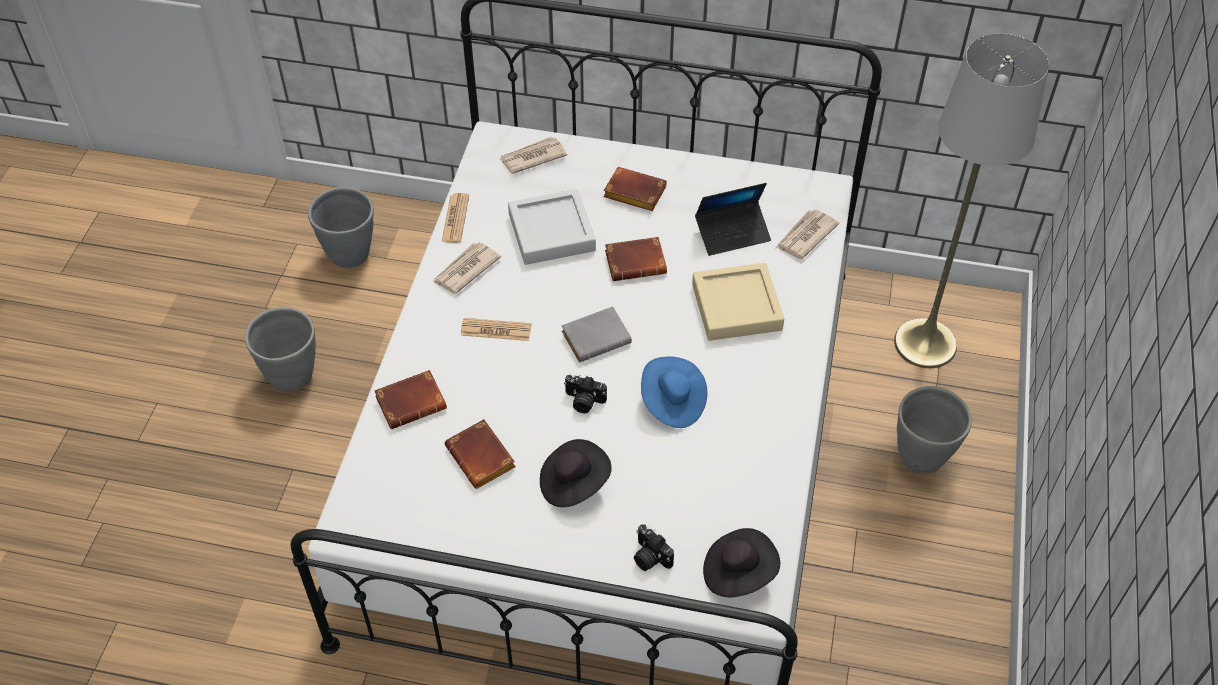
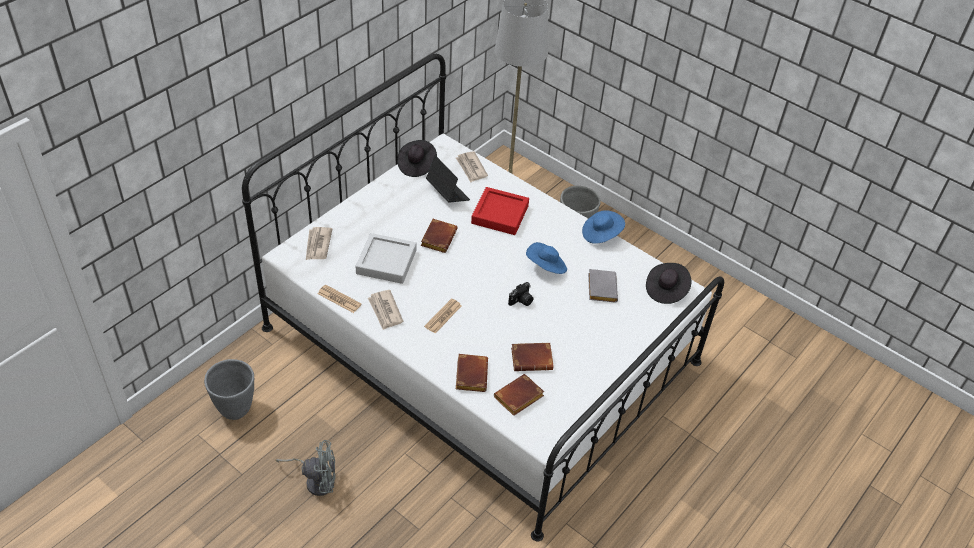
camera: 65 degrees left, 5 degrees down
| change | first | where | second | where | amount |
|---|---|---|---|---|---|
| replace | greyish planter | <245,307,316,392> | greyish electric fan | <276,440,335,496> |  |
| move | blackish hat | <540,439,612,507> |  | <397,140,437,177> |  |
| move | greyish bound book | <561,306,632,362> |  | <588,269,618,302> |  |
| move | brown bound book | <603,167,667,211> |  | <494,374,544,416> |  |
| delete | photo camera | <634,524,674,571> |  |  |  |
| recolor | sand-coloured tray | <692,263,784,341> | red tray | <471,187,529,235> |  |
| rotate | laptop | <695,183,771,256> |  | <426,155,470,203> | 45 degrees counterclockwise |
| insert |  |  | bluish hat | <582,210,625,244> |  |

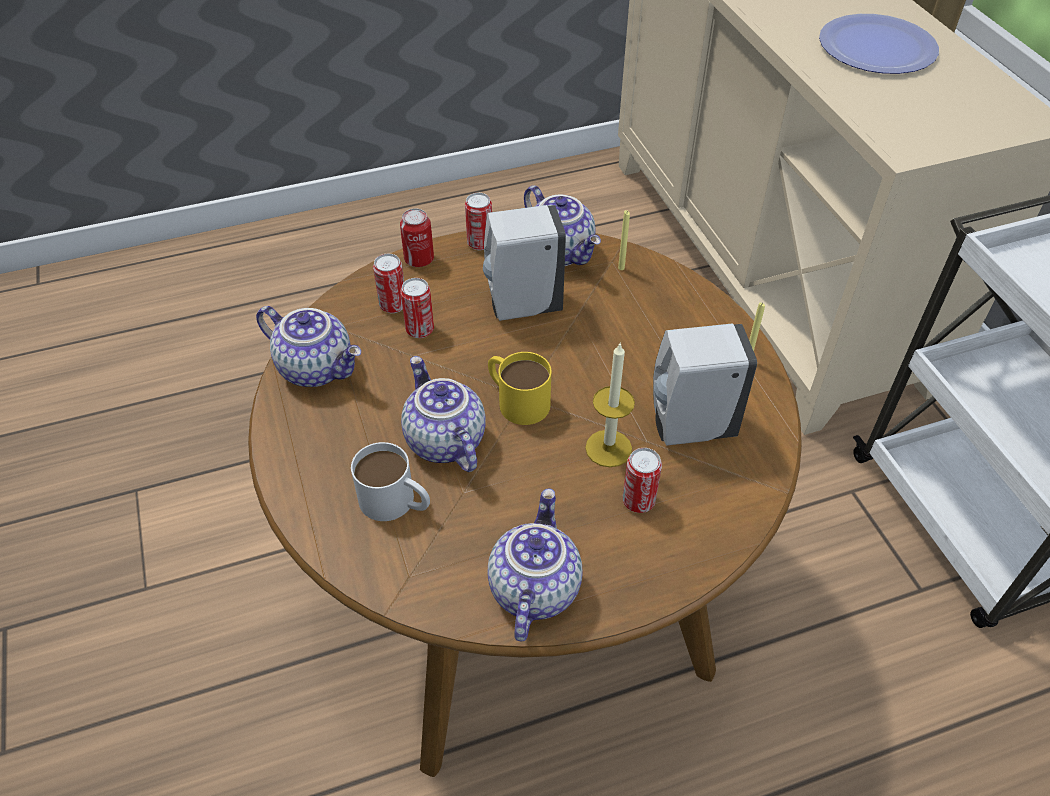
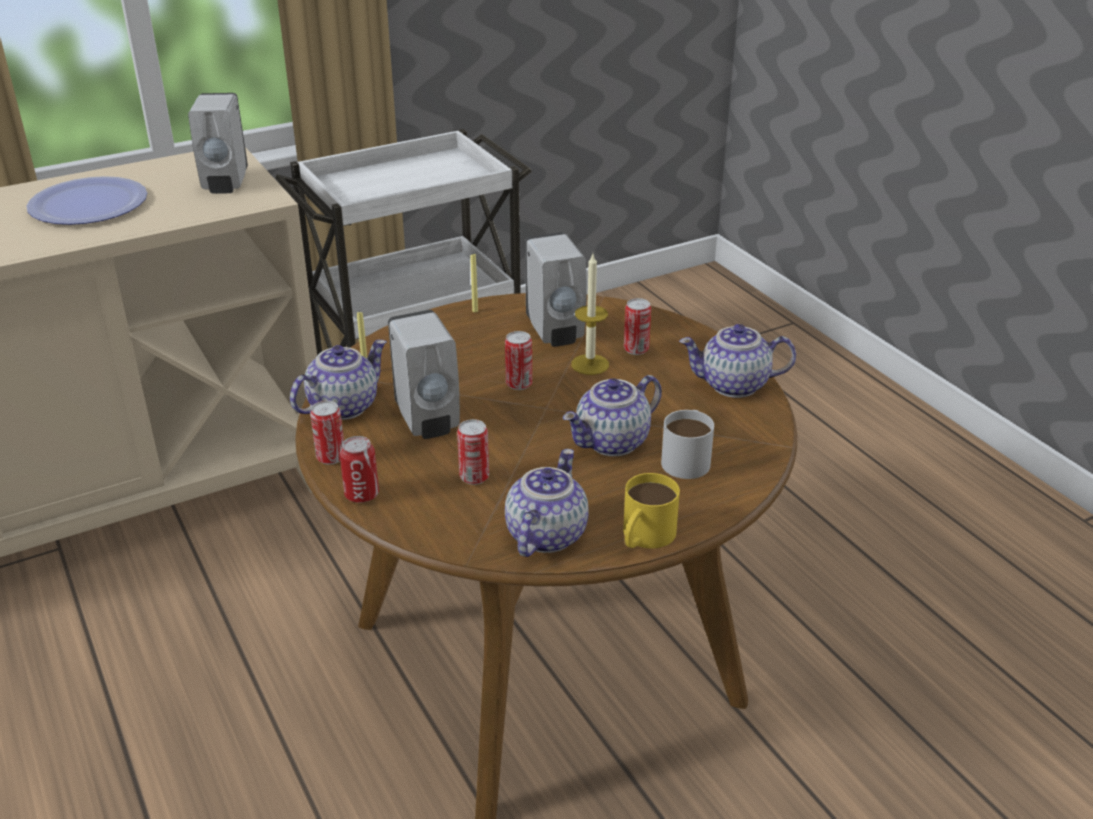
camera: 100 degrees left, 15 degrees down
| change | first | where | second | where | amount |
|---|---|---|---|---|---|
| move | metal can | <373,254,404,313> |  | <505,331,532,390> |  |
| move | yellow-coloured tea mug | <488,352,551,425> |  | <623,473,680,549> |  |
| insert |  |  | white soap bottle | <188,93,248,194> |  |

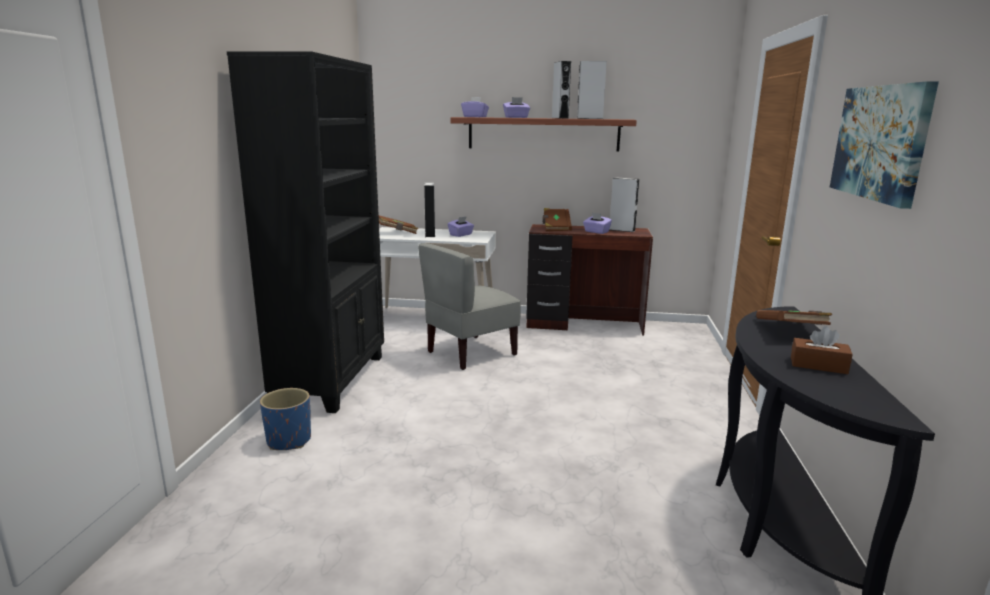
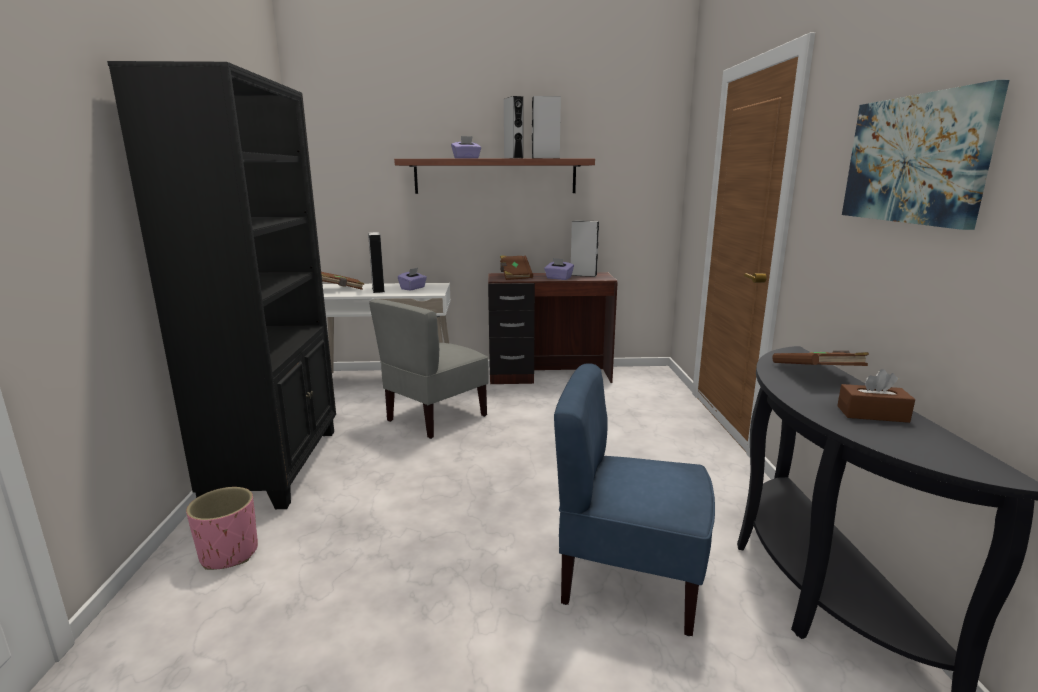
camera: 10 degrees left, 0 degrees up
| change | first | where | second | where | amount |
|---|---|---|---|---|---|
| recolor | bluish planter | <260,388,311,450> | pinkish planter | <186,487,258,570> |  |
| delete | purple-coloured tissue box | <461,97,489,117> |  |  |  |
| insert |  |  | bluish upright chair | <554,364,715,636> |  |

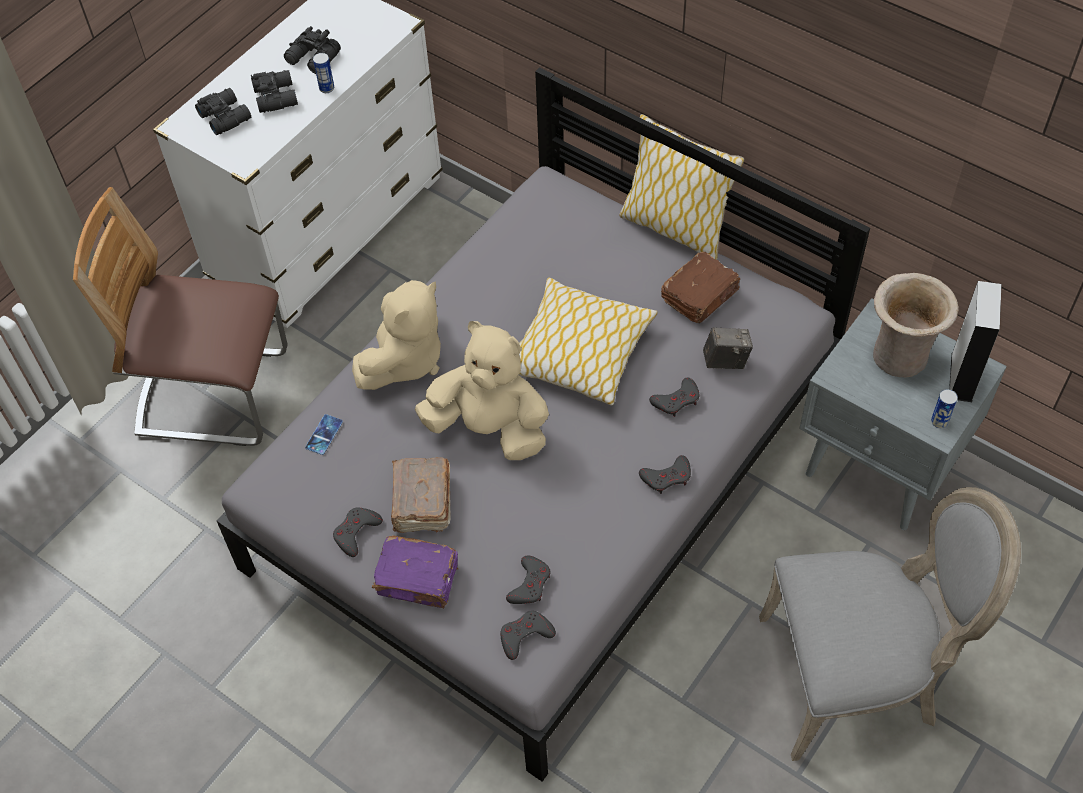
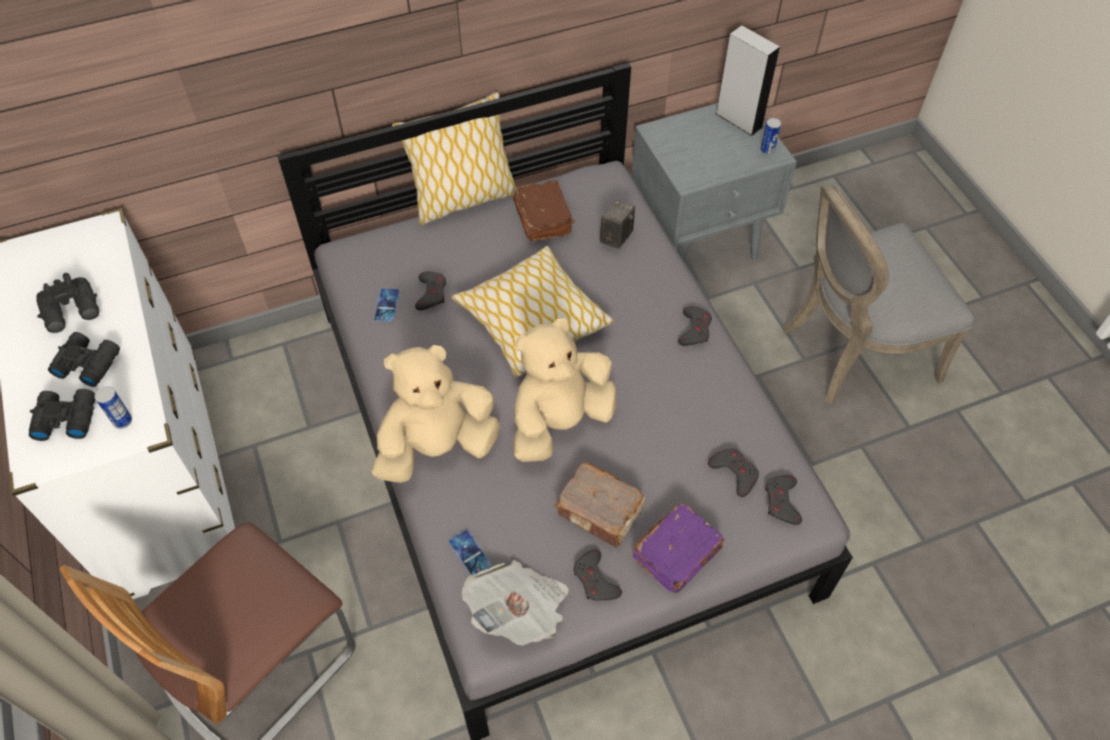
camera: 60 degrees left, 0 degrees up
| change | first | where | second | where | amount |
|---|---|---|---|---|---|
| move | metal can | <313,53,334,93> |  | <95,386,132,429> |  |
| rotate | sand-coloured soft toy | <352,280,441,390> |  | <371,345,500,483> | 90 degrees counterclockwise |
| move | greyish gamepad | <649,377,700,417> |  | <415,271,446,310> |  |
| rotate | greyish upright chair | <759,487,1021,761> |  | <783,185,975,405> | 135 degrees counterclockwise |
| delete | sand-coloured flower vase | <873,273,959,377> |  |  |  |
| insert |  |  | handset | <374,288,400,322> |  |
| insert |  |  | printed paper | <462,560,569,646> |  |

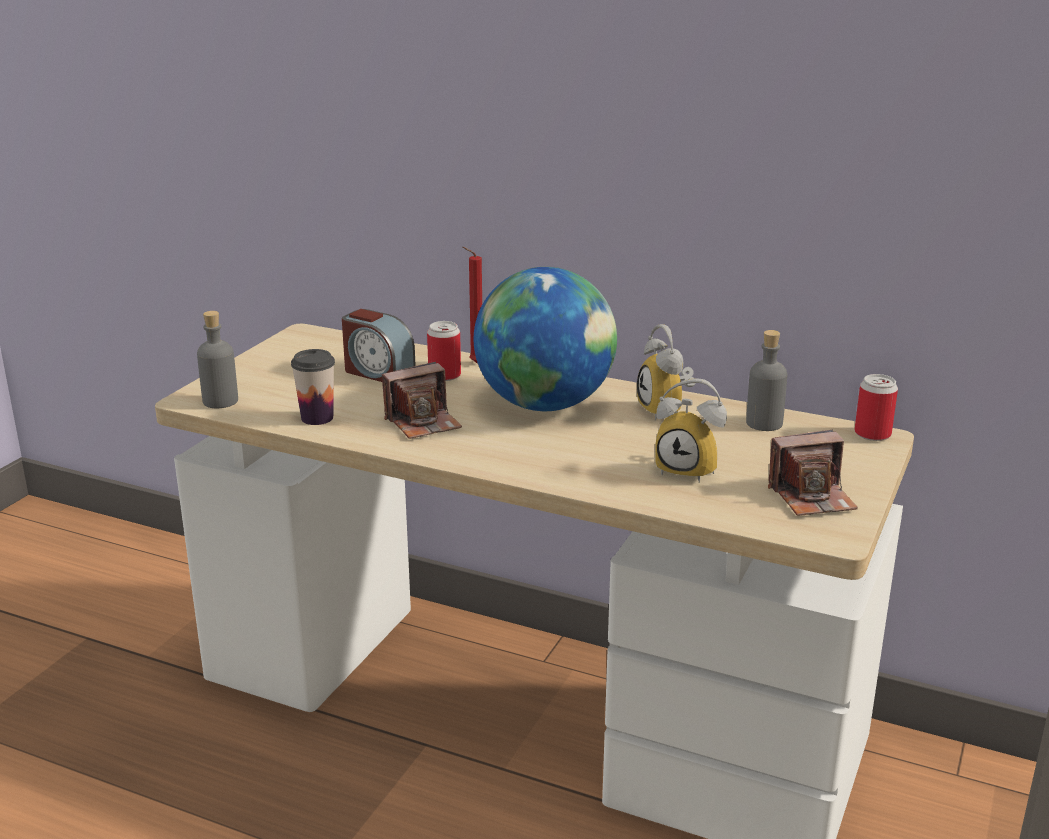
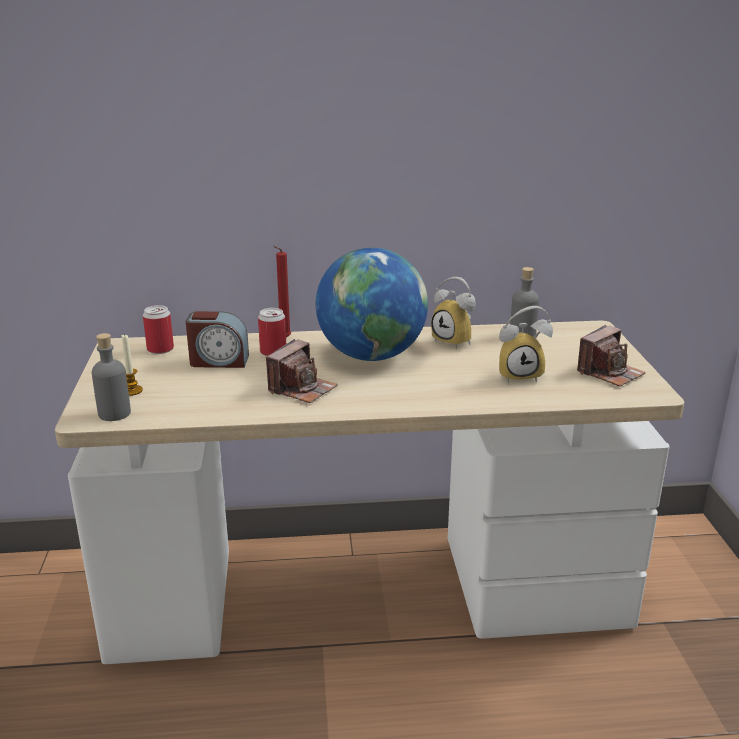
camera: 30 degrees left, 0 degrees up
| change | first | where | second | where | amount |
|---|---|---|---|---|---|
| delete | drinking cup | <291,349,335,425> |  |  |  |
| move | metal can | <854,374,898,441> |  | <143,305,174,354> |  |
| insert |  |  | wax candle | <122,334,143,396> |  |

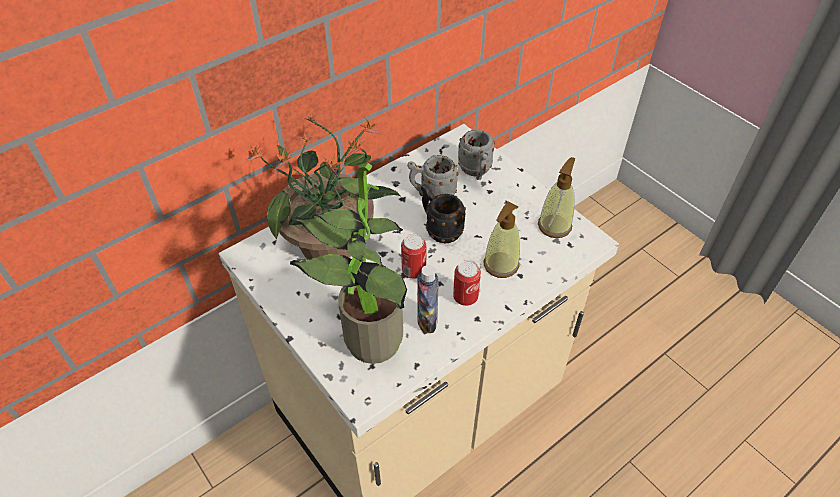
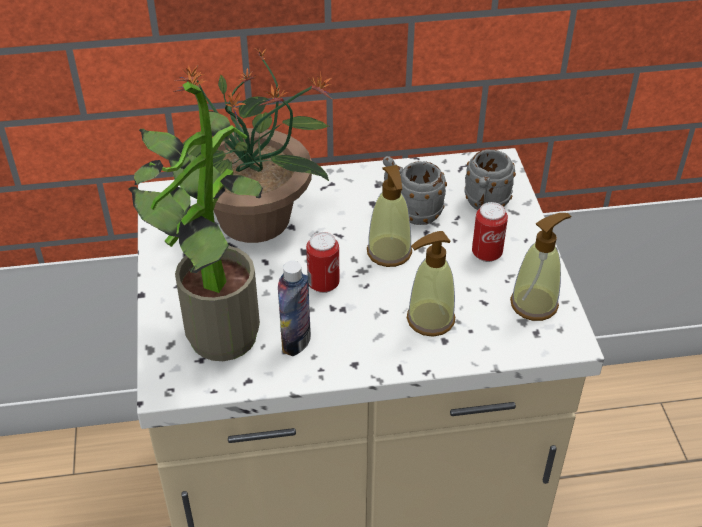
camera: 30 degrees right, 5 degrees down
| change | first | where | second | where | amount |
|---|---|---|---|---|---|
| replace | blackish tea mug | <421,184,466,244> | soap bottle | <367,165,412,267> |  |
| move | metal can | <453,260,481,306> |  | <472,202,508,262> |  |

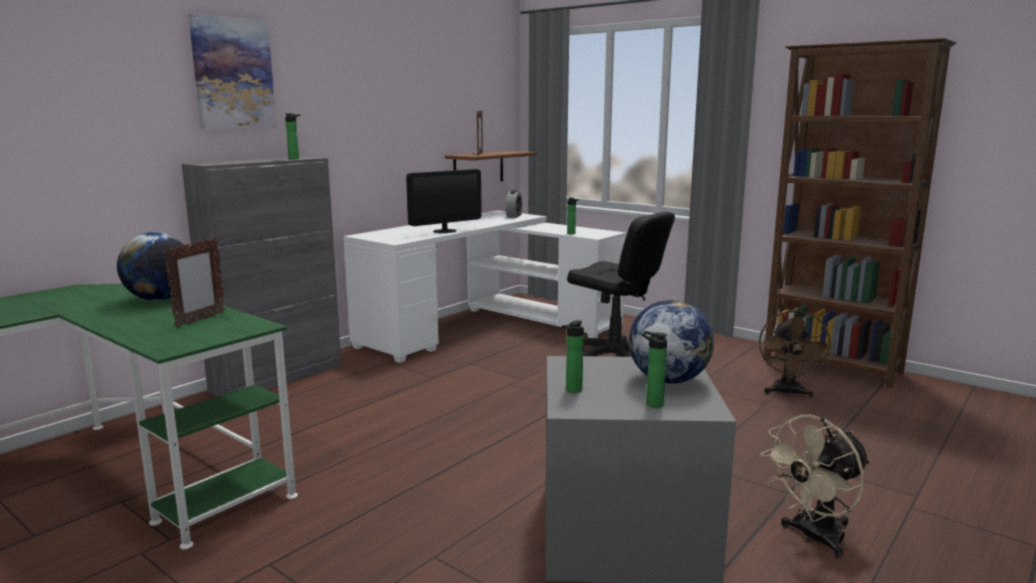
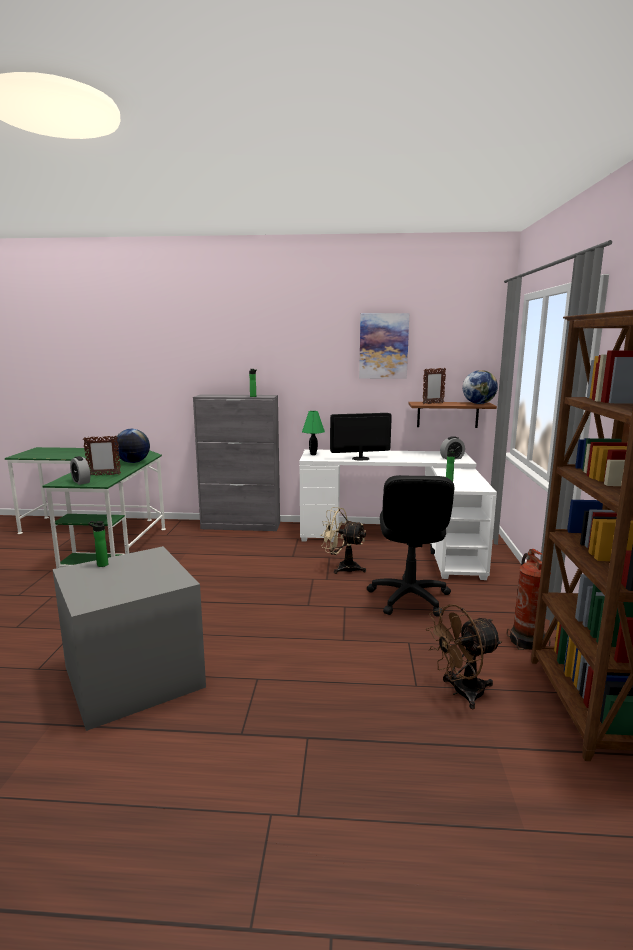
camera: 55 degrees right, 0 degrees up
| change | first | where | second | where | amount |
|---|---|---|---|---|---|
| move | wall art | <188,13,277,129> |  | <359,313,409,379> |  |
| rotate | computer display | <406,169,482,233> |  | <330,413,392,461> | 150 degrees clockwise |
| move | globe | <629,300,714,383> |  | <463,370,498,404> |  |
| delete | beverage bottle | <642,331,668,408> |  |  |  |
| move | sand-coloured electric fan | <761,414,870,558> |  | <320,507,366,574> |  |
| insert |  |  | alarm clock | <70,456,90,485> |  |
| insert |  |  | greenish table lamp | <302,411,325,455> |  |
| insert |  |  | fire extinguisher | <506,549,551,650> |  |

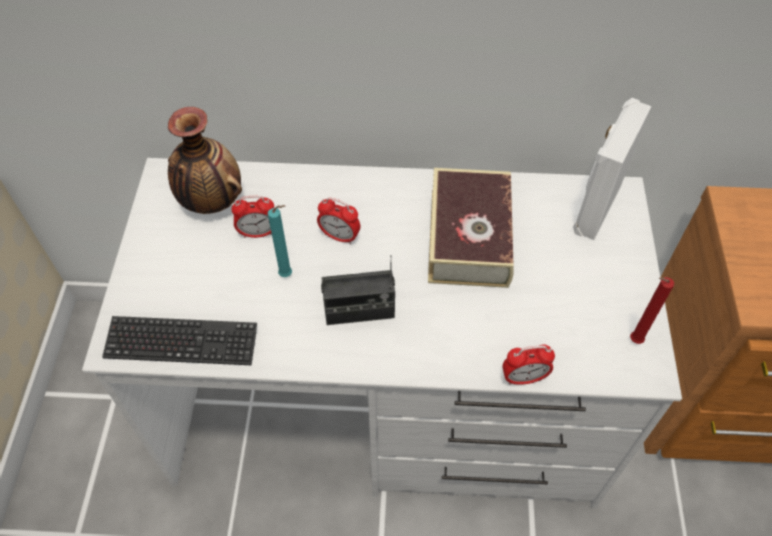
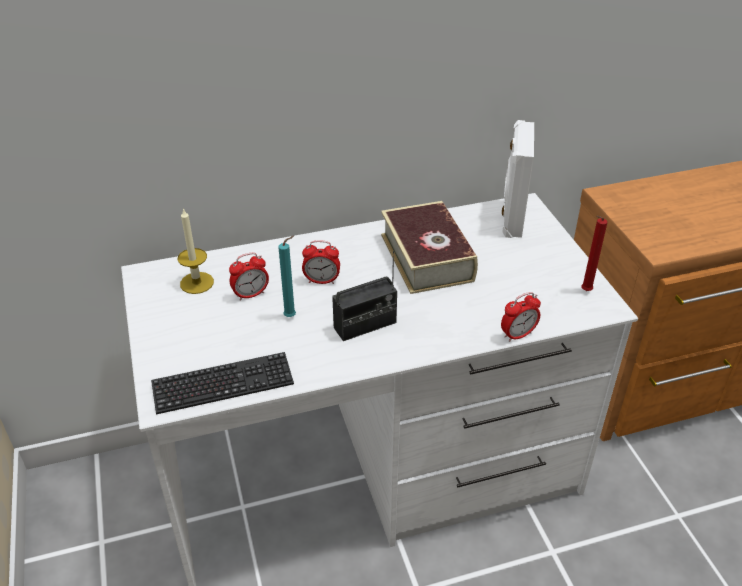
camera: 20 degrees left, 15 degrees down
| change | first | where | second | where | amount |
|---|---|---|---|---|---|
| replace | flower vase | <168,107,242,214> | wax candle | <178,208,214,294> |  |

